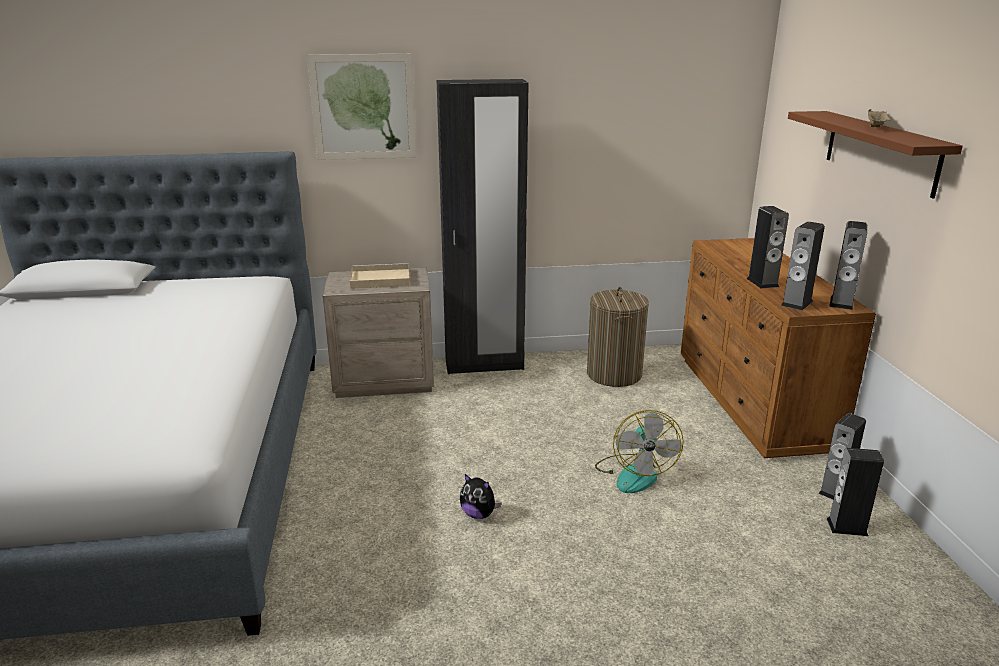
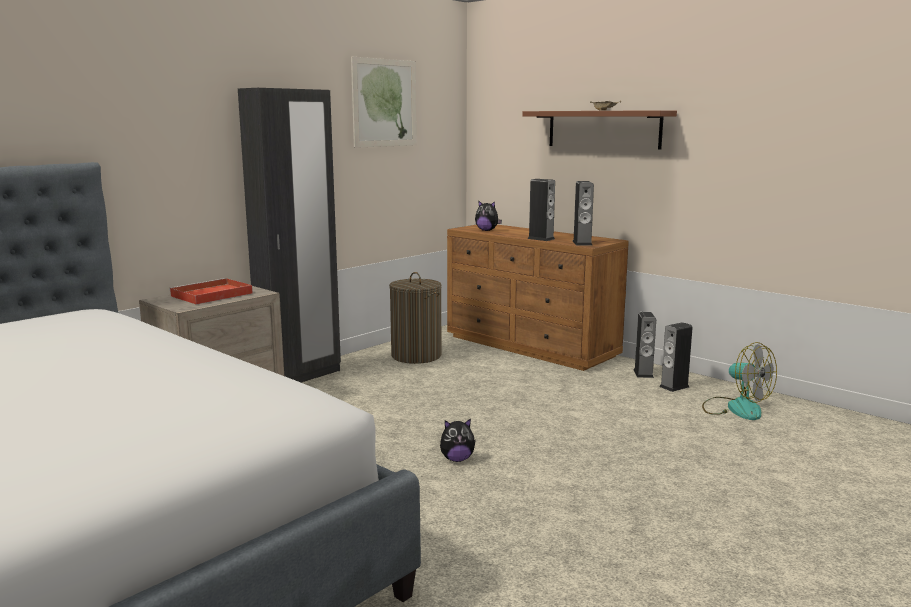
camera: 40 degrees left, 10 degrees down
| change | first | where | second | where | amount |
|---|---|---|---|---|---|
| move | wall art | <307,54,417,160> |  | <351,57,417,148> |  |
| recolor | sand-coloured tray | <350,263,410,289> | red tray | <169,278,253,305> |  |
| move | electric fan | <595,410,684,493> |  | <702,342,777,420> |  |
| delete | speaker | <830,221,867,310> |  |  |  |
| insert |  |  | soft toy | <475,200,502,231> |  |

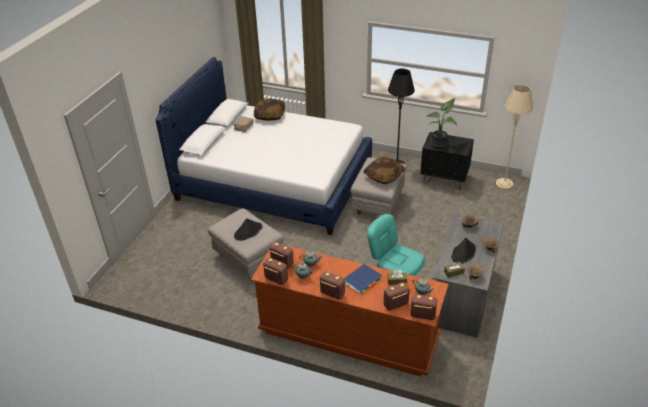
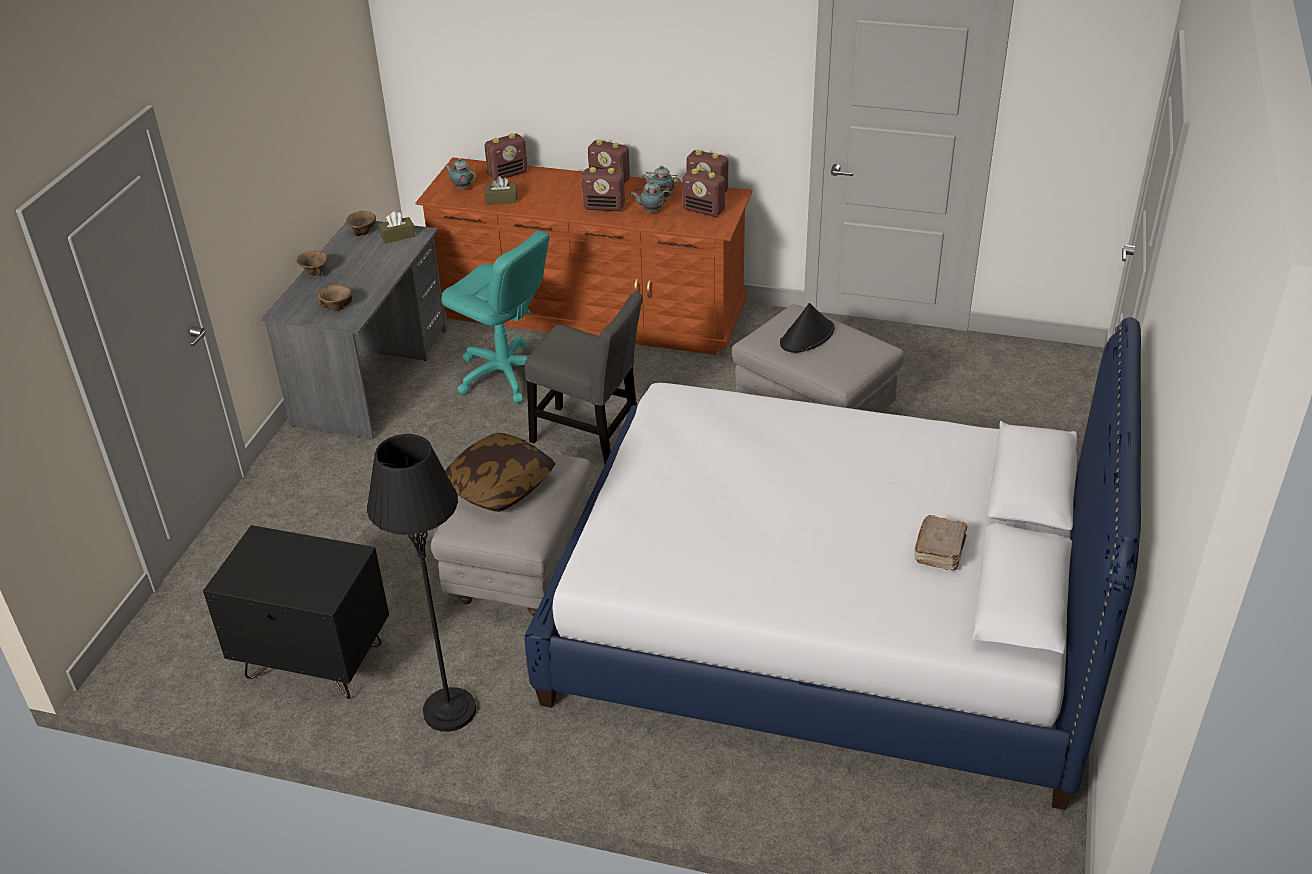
camera: 175 degrees right, 0 degrees up
| change | first | where | second | where | amount |
|---|---|---|---|---|---|
| delete | cushion | <254,99,285,121> |  |  |  |
| delete | bluish bound book | <344,264,383,294> |  |  |  |
| move | radio set | <410,294,437,320> |  | <582,167,625,211> |  |
| delete | houseplant | <426,98,457,149> |  |  |  |
| delete | blackish hat | <451,238,476,263> |  |  |  |
| delete | sand-coloured standard lamp | <496,84,533,190> |  |  |  |
| insert |  |  | greyish upright chair | <525,292,643,464> |  |

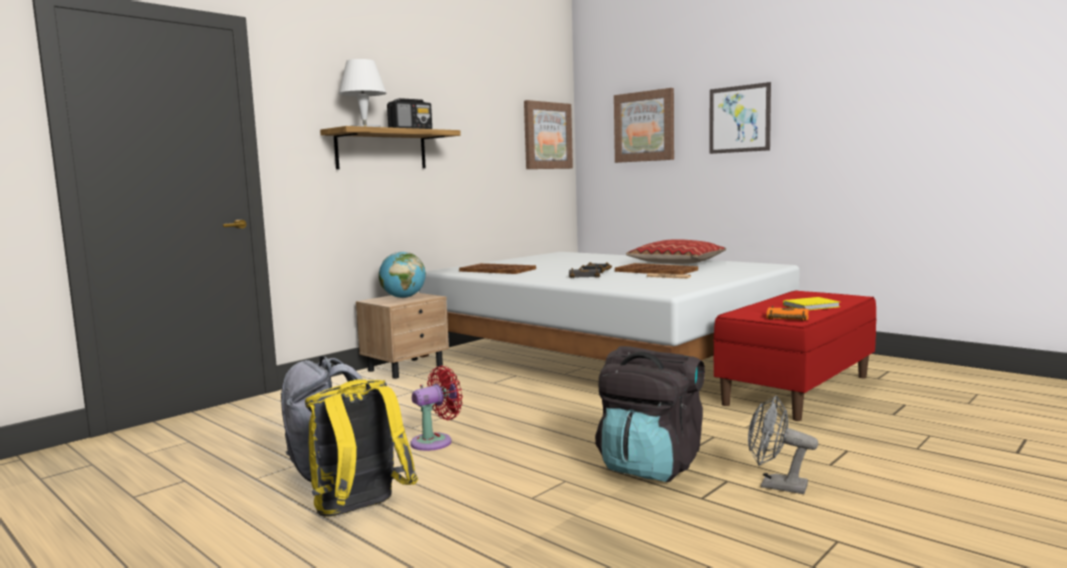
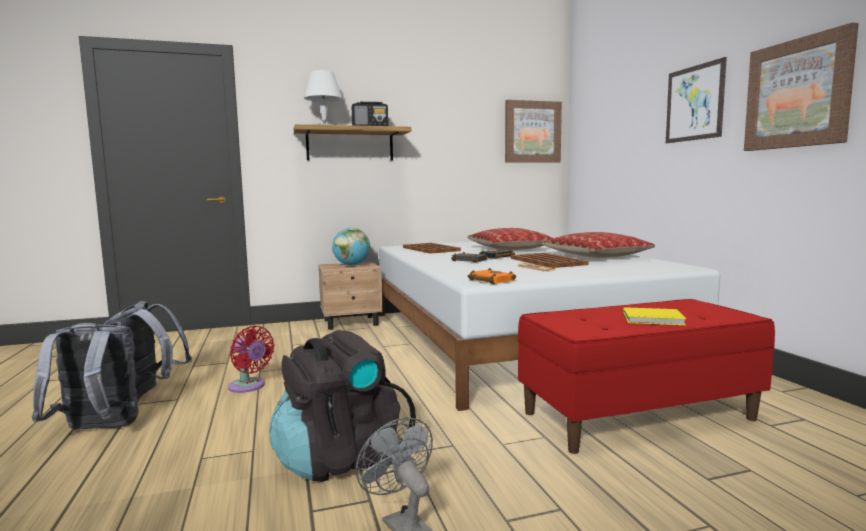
camera: 30 degrees right, 0 degrees up
| change | first | where | second | where | amount |
|---|---|---|---|---|---|
| recolor | yellow-coloured knapsack | <305,379,418,516> | greyish knapsack | <32,323,139,429> |  |
| rotate | red electric fan | <411,365,463,451> |  | <228,325,275,393> | 45 degrees clockwise |
| move | wall art | <614,88,674,163> |  | <744,22,859,151> |  |
| move | orange bound book | <767,306,809,321> |  | <468,268,516,284> |  |
| insert |  |  | cushion | <467,228,553,250> |  |

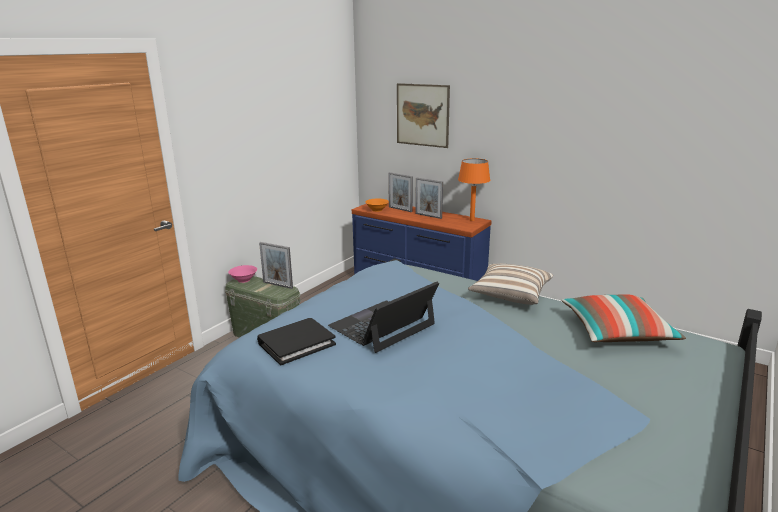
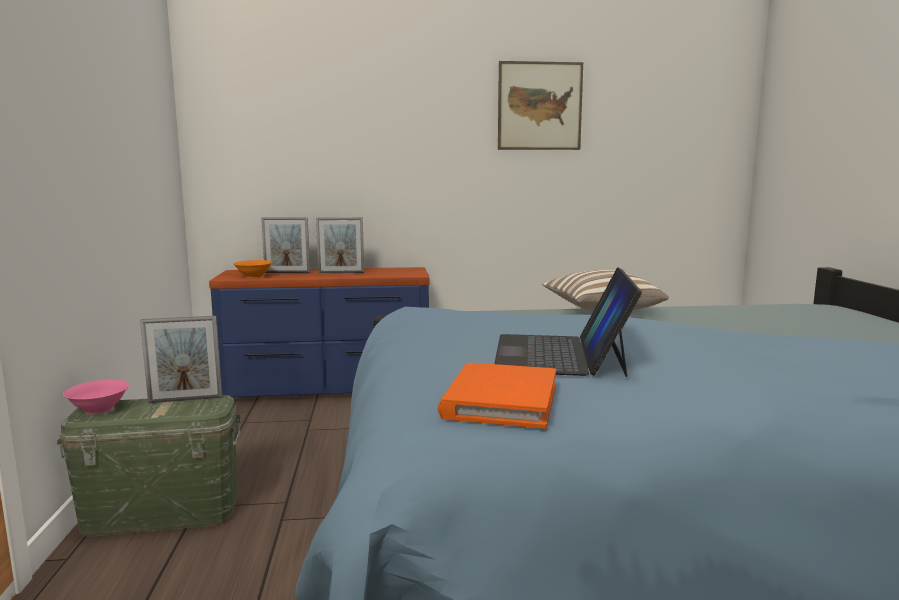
camera: 40 degrees left, 10 degrees down
| change | first | where | second | where | amount |
|---|---|---|---|---|---|
| recolor | blackish bound book | <257,318,336,365> | orange bound book | <438,363,556,429> |  |
| move | wall art | <397,83,450,148> |  | <498,61,583,150> |  |
| delete | orange table lamp | <458,158,490,221> |  |  |  |
| delete | cushion | <561,294,686,342> |  |  |  |

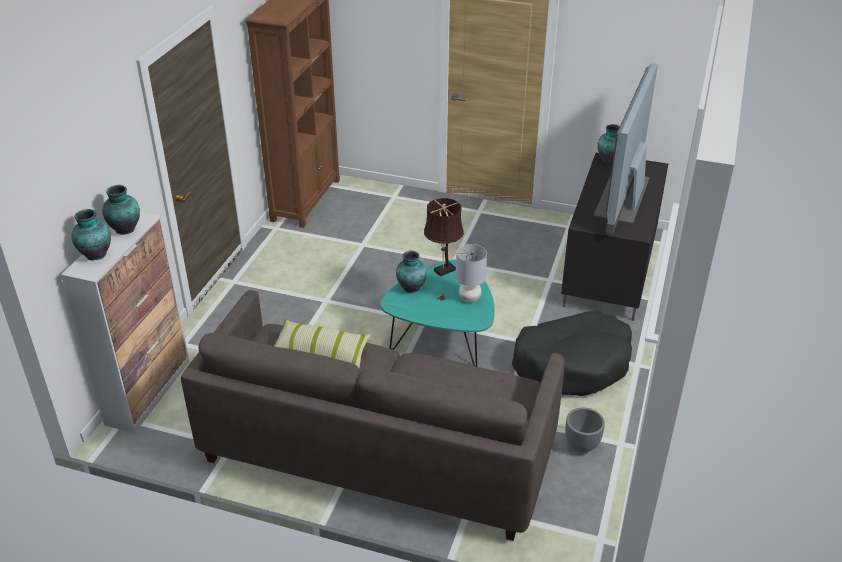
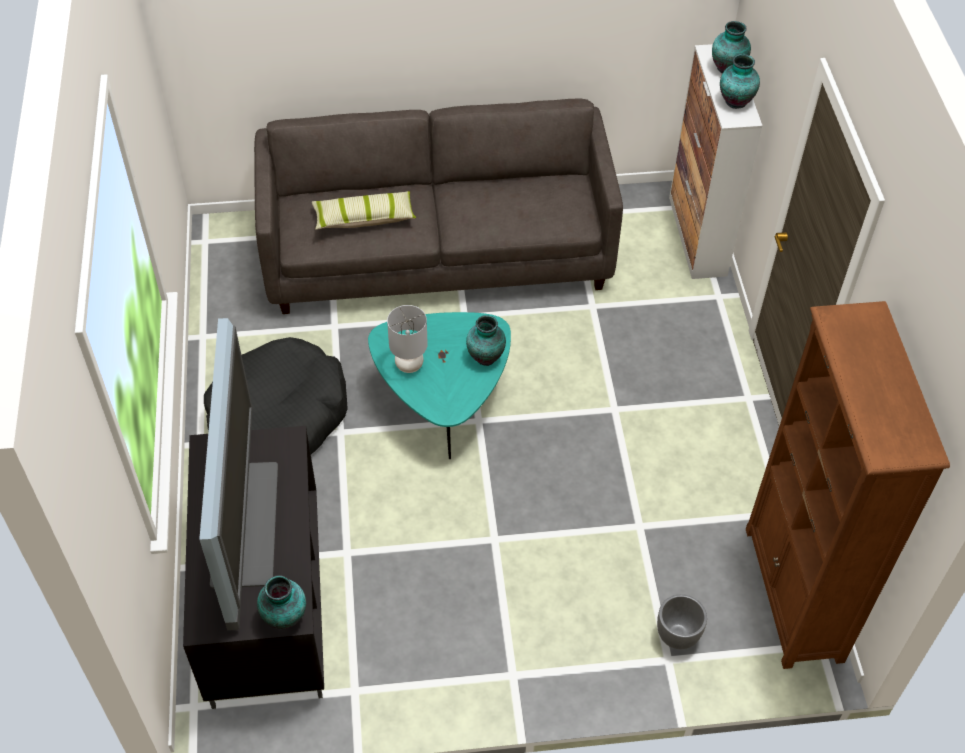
camera: 155 degrees right, 15 degrees up
| change | first | where | second | where | amount |
|---|---|---|---|---|---|
| move | cushion | <274,319,372,368> |  | <312,191,416,230> |  |
| delete | brown table lamp | <424,198,464,276> |  |  |  |
| move | greyish planter | <565,407,605,452> |  | <657,594,707,649> |  |

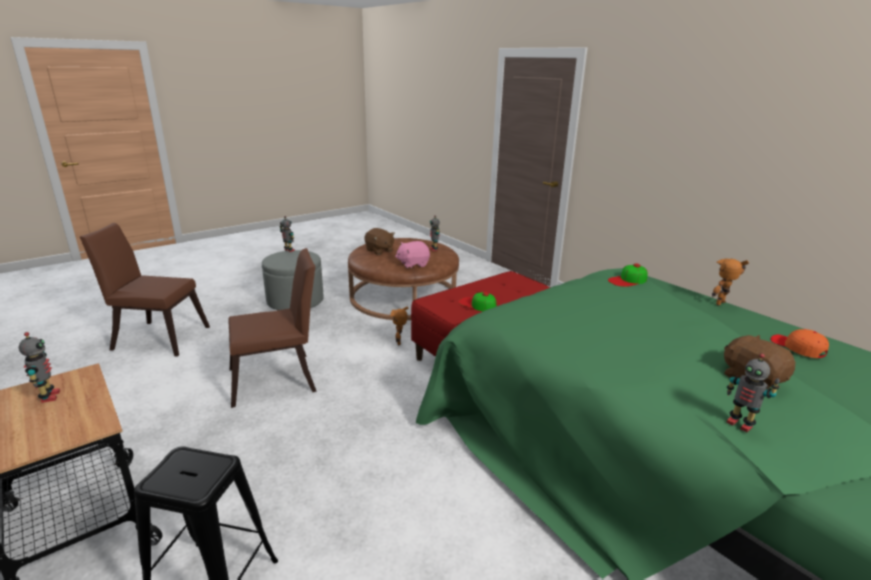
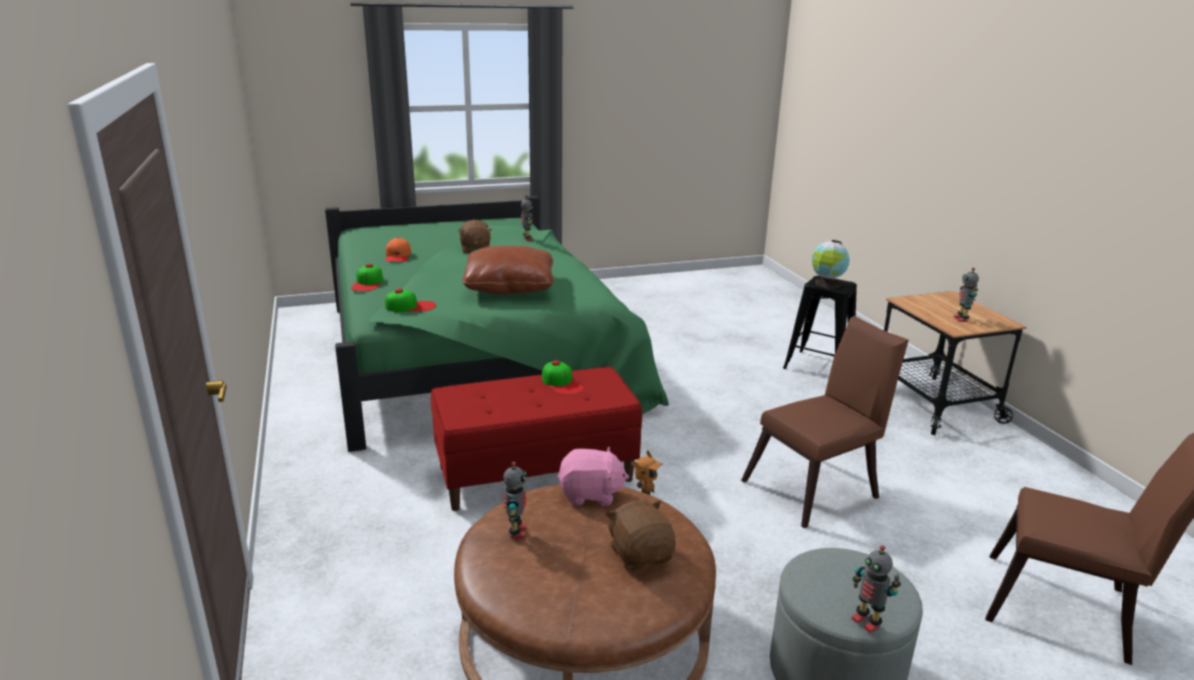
camera: 160 degrees left, 0 degrees up
| change | first | where | second | where | amount |
|---|---|---|---|---|---|
| rotate | brown upright chair | <228,248,317,408> |  | <741,316,909,528> | 150 degrees clockwise |
| replace | model robot | <712,259,749,306> | baseball cap | <351,264,383,291> |  |
| insert |  |  | brown cushion | <462,246,554,294> |  |
| insert |  |  | globe | <812,240,849,288> |  |

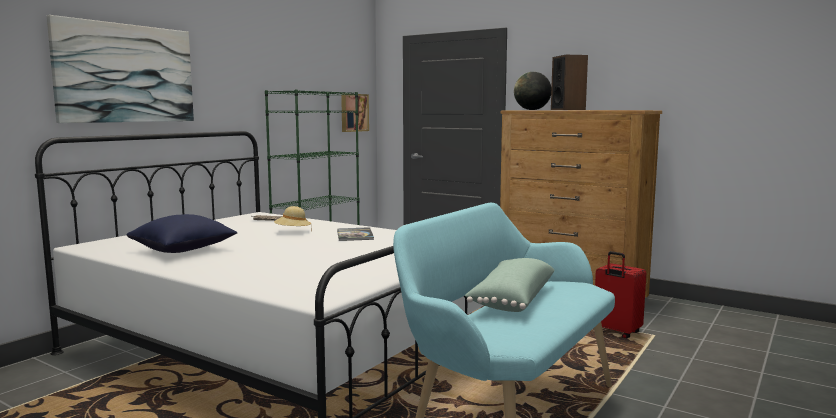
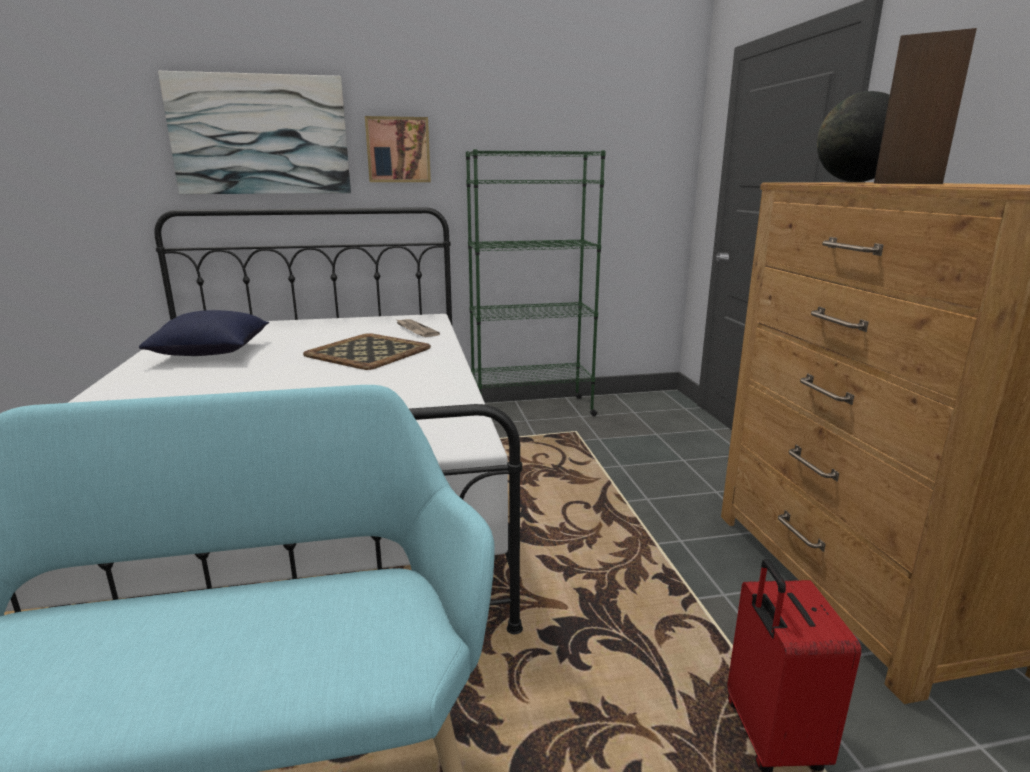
camera: 45 degrees right, 10 degrees up
| change | first | where | second | where | amount |
|---|---|---|---|---|---|
| replace | sand-coloured hat | <274,206,312,231> | tray | <303,333,431,370> |  |
| delete | bound book | <337,227,374,241> |  |  |  |
| move | wall art | <341,94,369,132> |  | <365,116,431,182> |  |
| delete | greenish cushion | <464,258,555,312> |  |  |  |

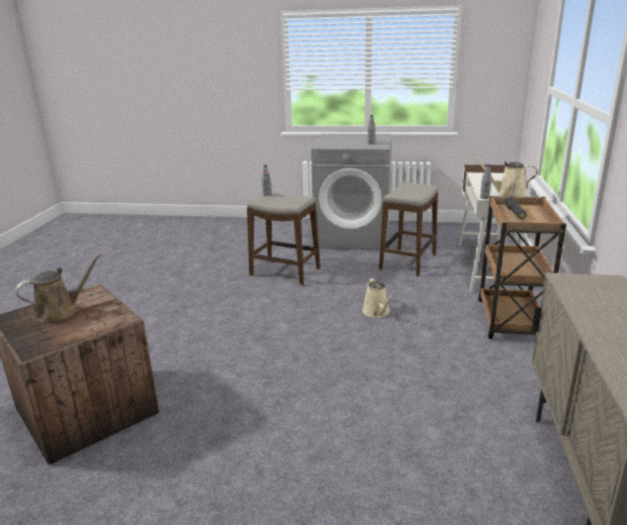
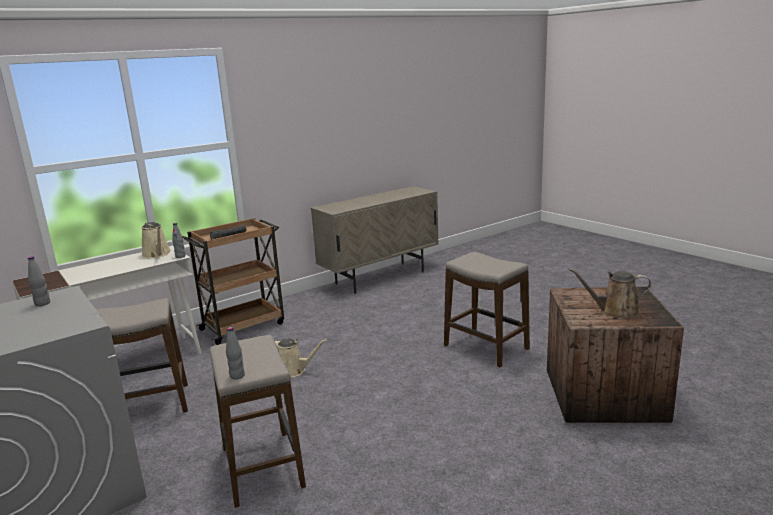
camera: 135 degrees left, 5 degrees down
| change | first | where | second | where | amount |
|---|---|---|---|---|---|
| rotate | sand-coloured sprinkling can | <362,278,393,317> |  | <275,339,327,378> | 75 degrees clockwise |
| insert |  |  | sitting stool | <444,252,530,368> |  |

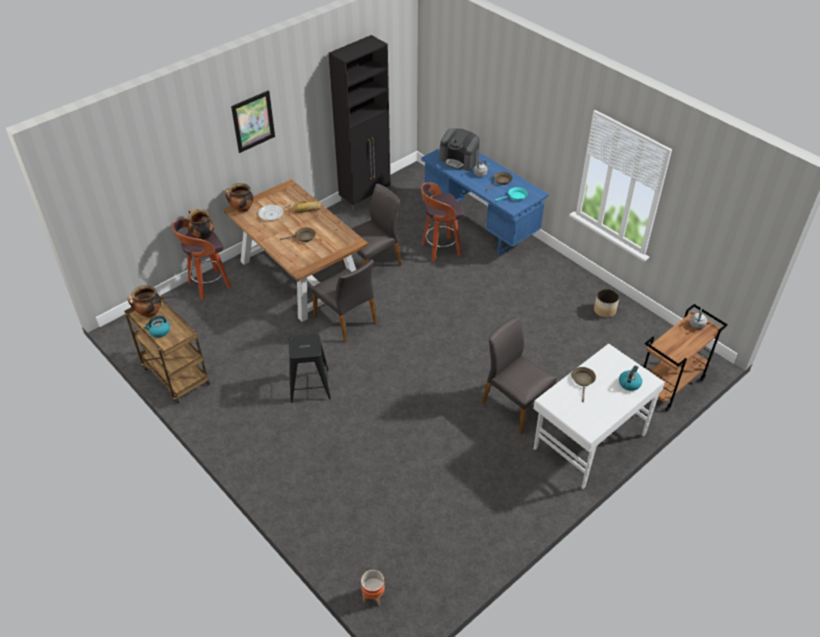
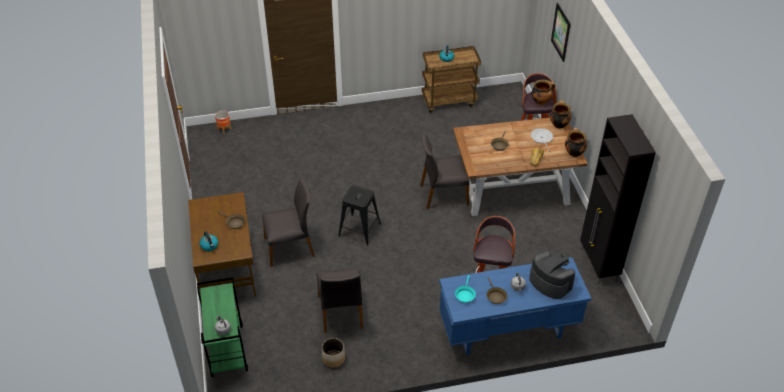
camera: 120 degrees right, 0 degrees up
| change | first | where | second | where | amount |
|---|---|---|---|---|---|
| move | cooking pot | <127,285,161,318> |  | <565,128,587,157> |  |
| move | wall art | <231,90,275,153> |  | <551,3,571,62> |  |
| move | blackish sitting stool | <289,334,331,403> |  | <338,185,381,245> |  |
| move | greyish upright chair | <341,184,402,266> |  | <316,268,363,333> |  |
| rotate | coffee maker | <440,128,480,171> |  | <529,251,575,299> | 75 degrees clockwise |
| recolor | white desk | <533,344,665,489> | brown desk | <188,192,256,296> |  |
| recolor | brown wheeled cart | <644,304,728,411> | greenish wheeled cart | <197,277,248,377> |  |

